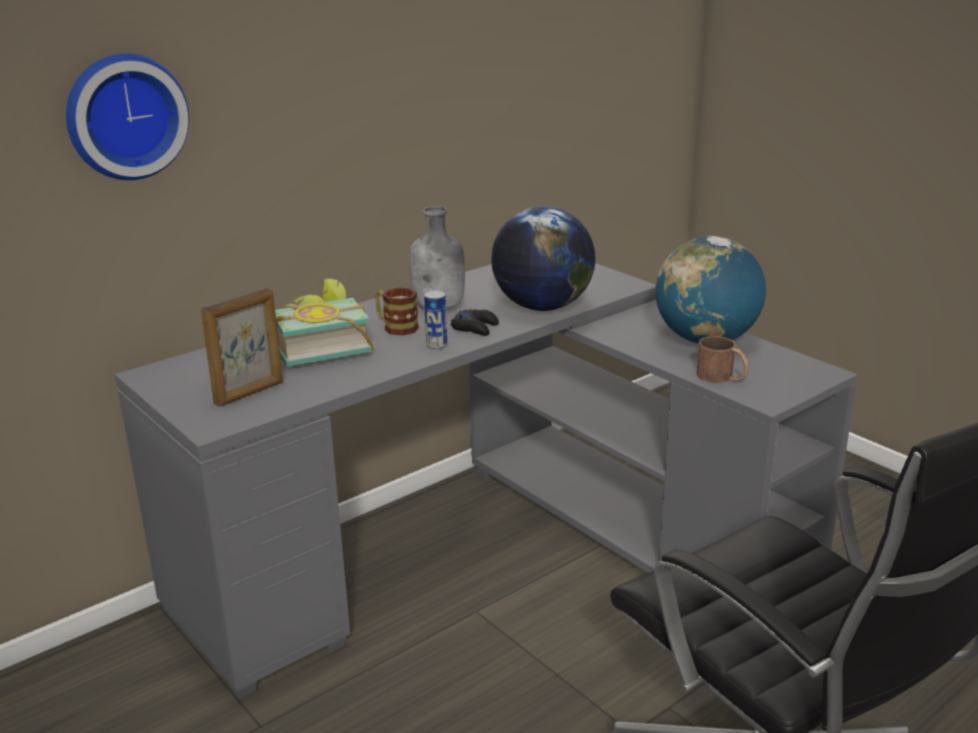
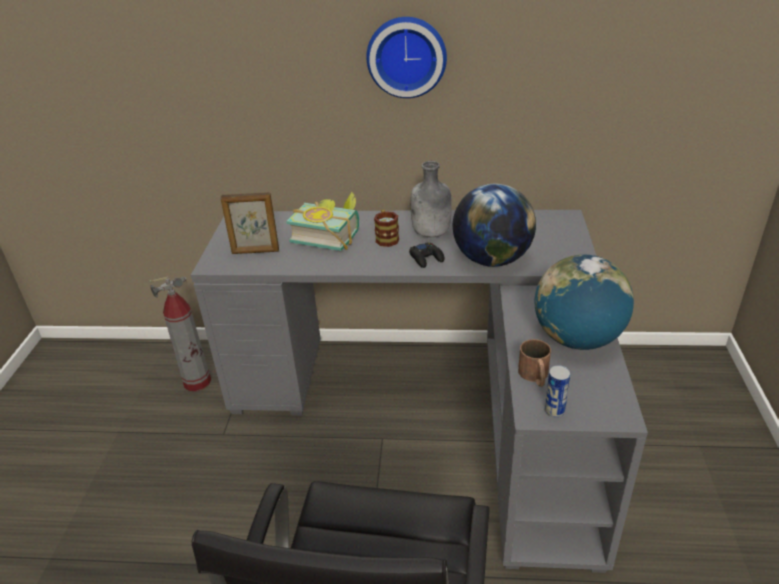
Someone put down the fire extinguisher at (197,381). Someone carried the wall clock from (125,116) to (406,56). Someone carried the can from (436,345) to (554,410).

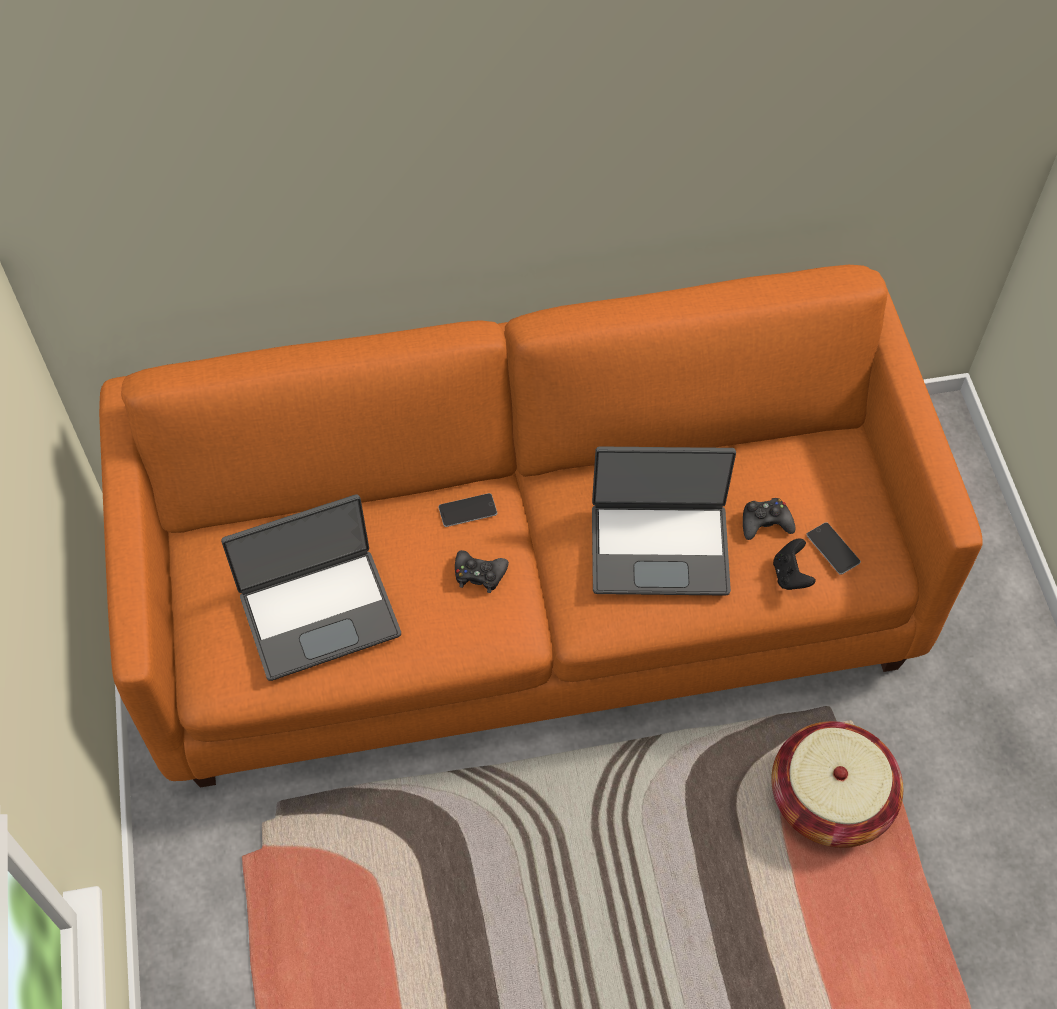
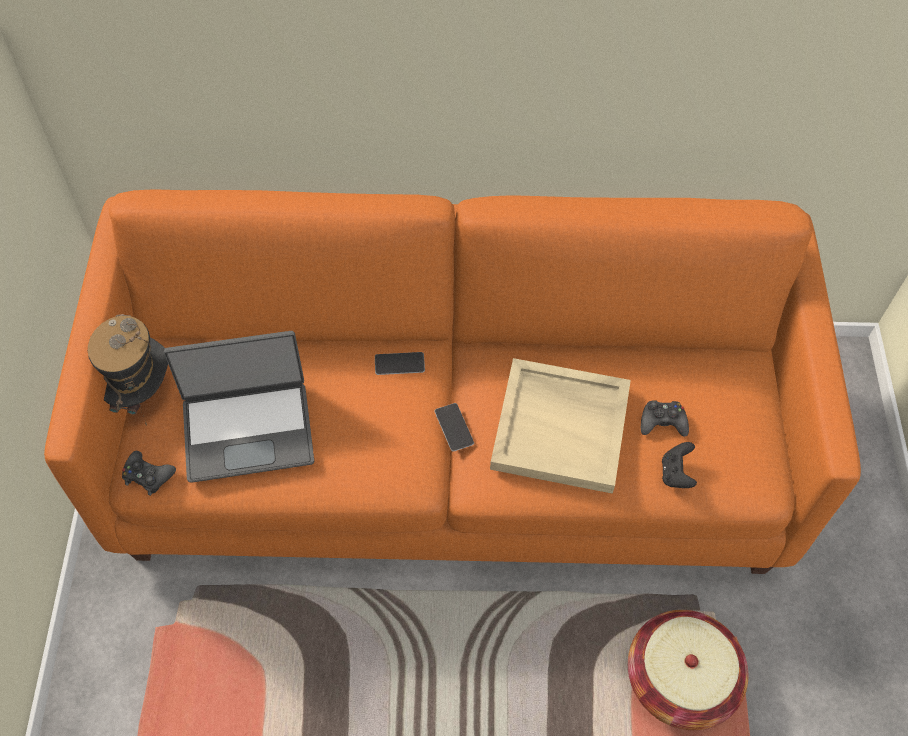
Someone put down the hat at (140,392). Someone carried the black game controller from (479,574) to (148,476). Someone carried the phone from (833,548) to (454,427). Someone swapped the laptop at (659,547) for the beige tray at (562,427).

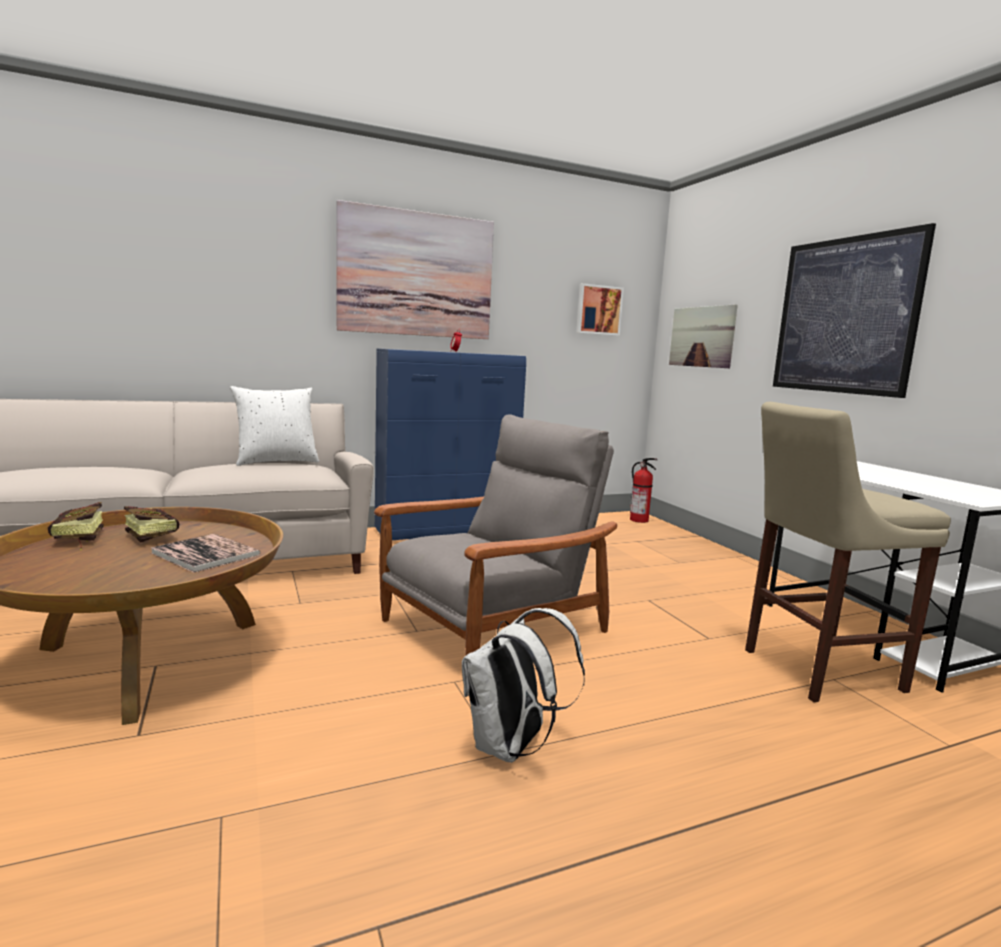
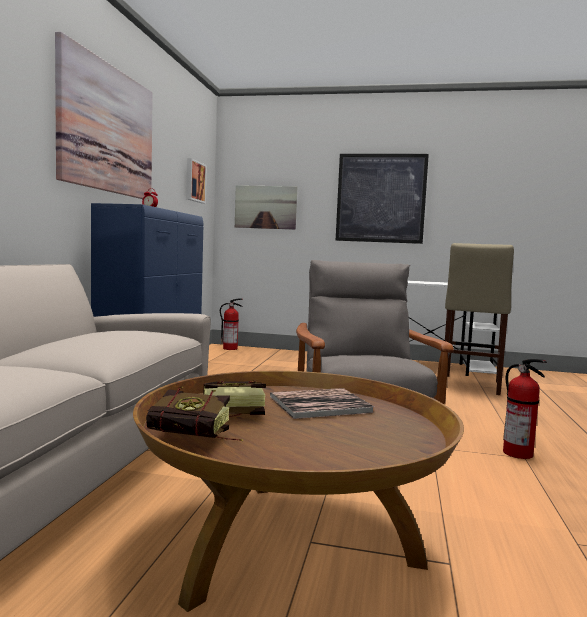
Someone took away the white pillow at (276,462). Someone swapped the white backpack at (511,747) for the fire extinguisher at (519,453).

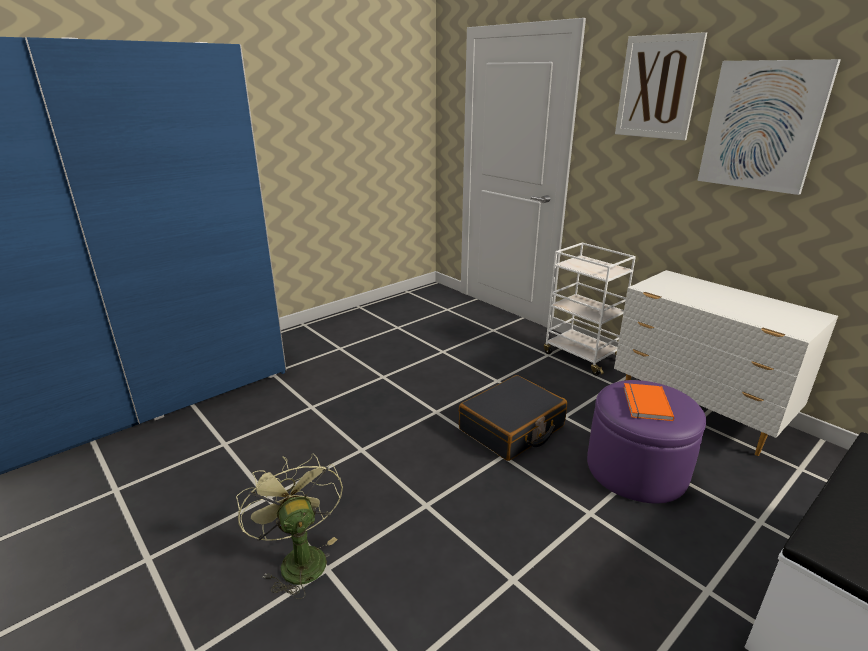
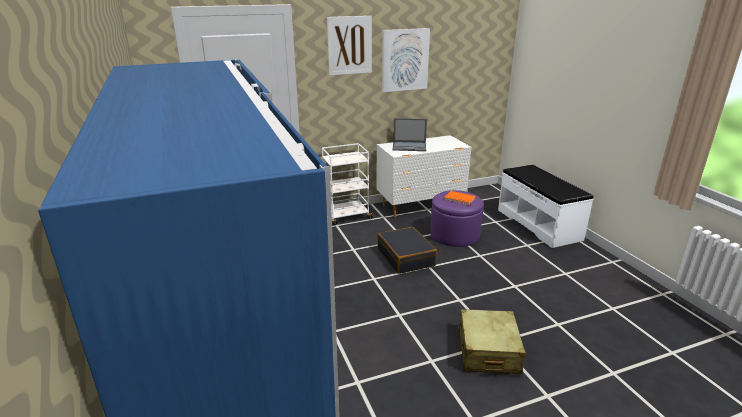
Someone put down the laptop at (409,146). Someone swapped the green fan at (298,558) for the beige suitcase at (488,351).

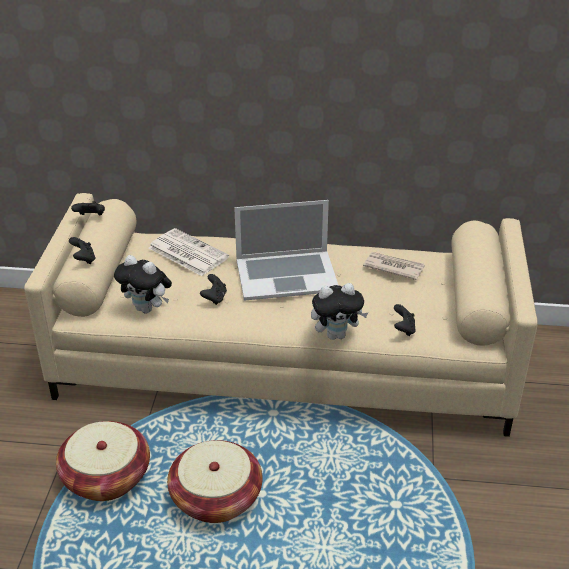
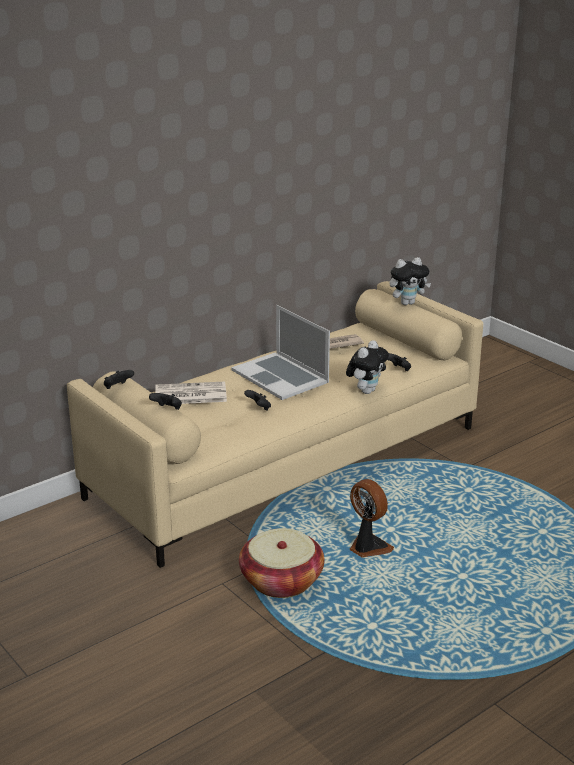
Someone carried the plush toy from (147,309) to (407,303). Someone swapped the basket at (216,498) for the fan at (368,547). Someone rotated the laptop at (286,275) by 105 degrees clockwise.

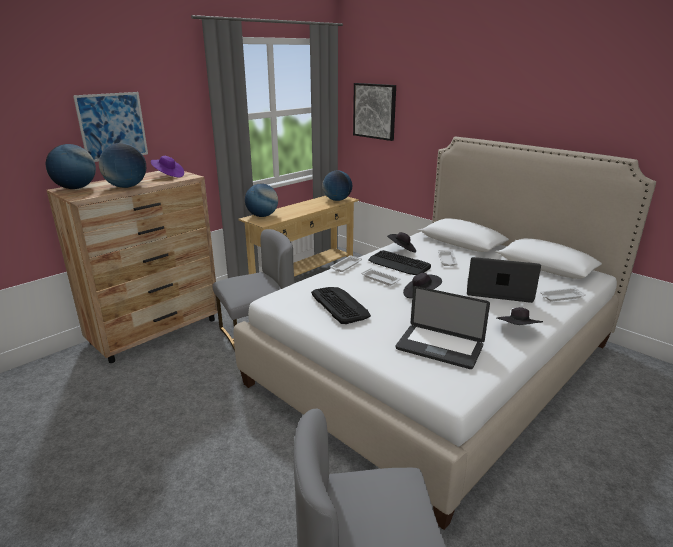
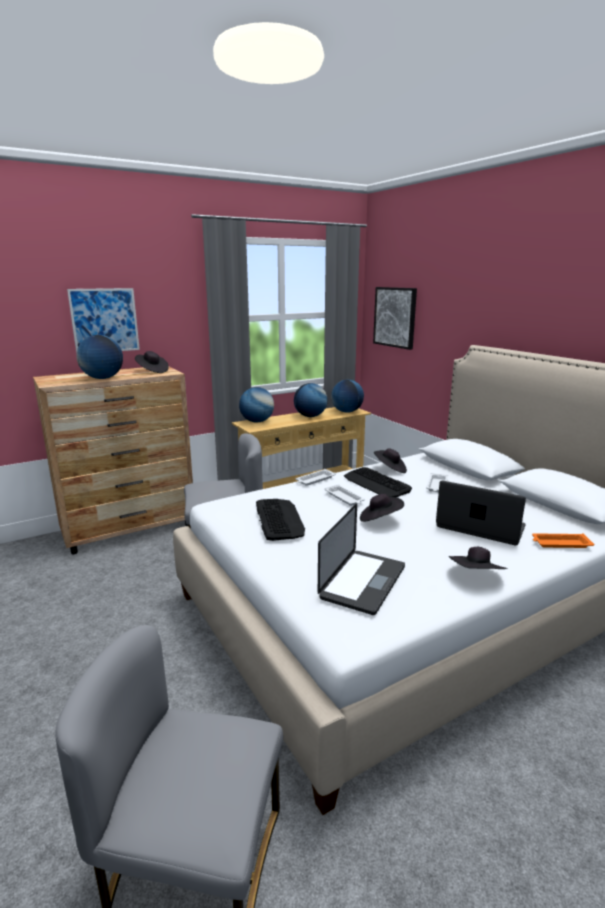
Someone carried the globe from (76,188) to (310,416). Someone repainted the purple hat at (168,175), which became the black hat at (152,371). Someone repainted the white tray at (561,297), which became the orange tray at (560,543). Someone rotated the laptop at (439,347) by 105 degrees counterclockwise.

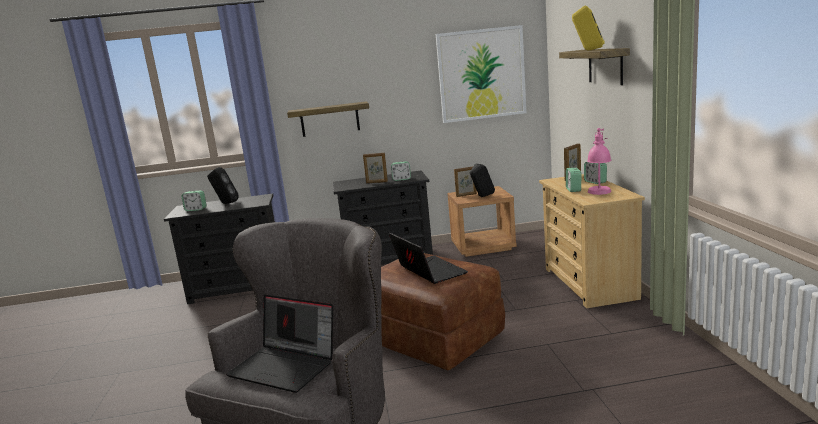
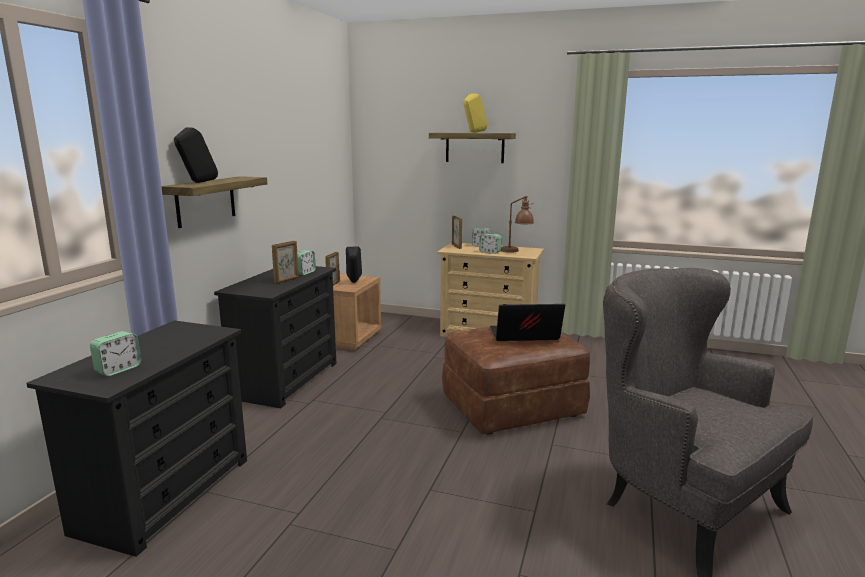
Someone took away the laptop at (286,366). Someone took away the picture at (481,74). Someone carried the black speaker from (225,203) to (197,182). Someone repainted the pink table lamp at (600,194), which became the brown table lamp at (516,251).

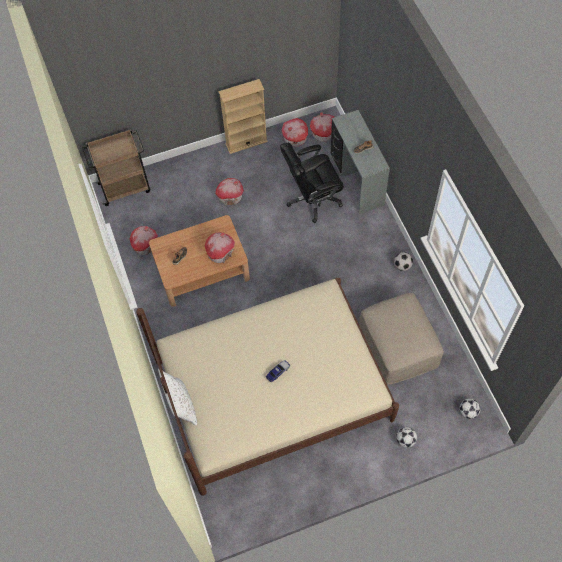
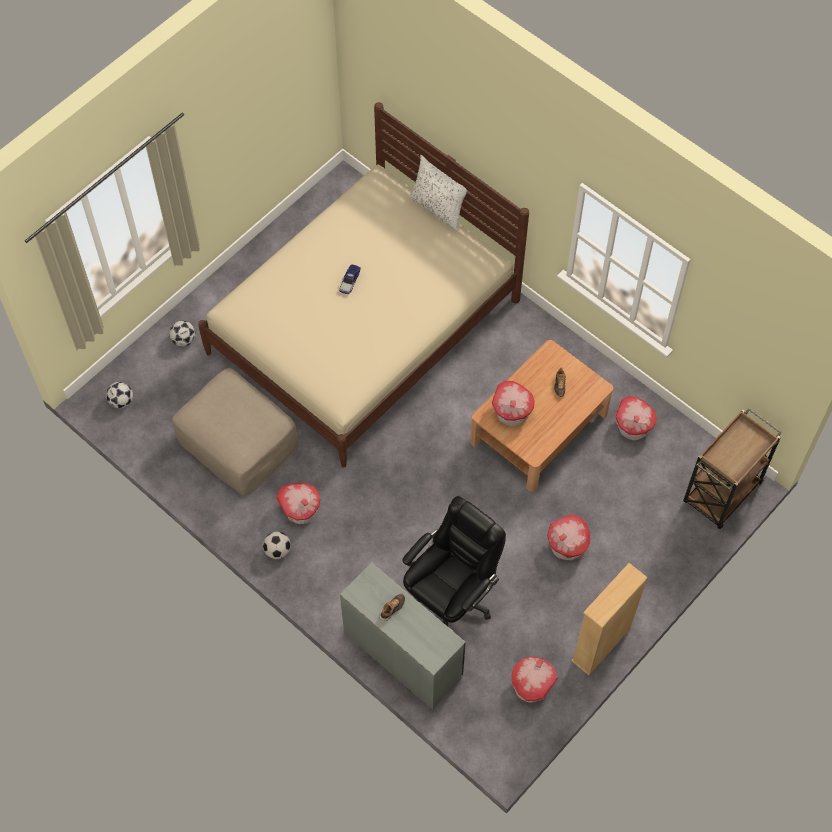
Someone carried the toy house from (323,133) to (300,510).

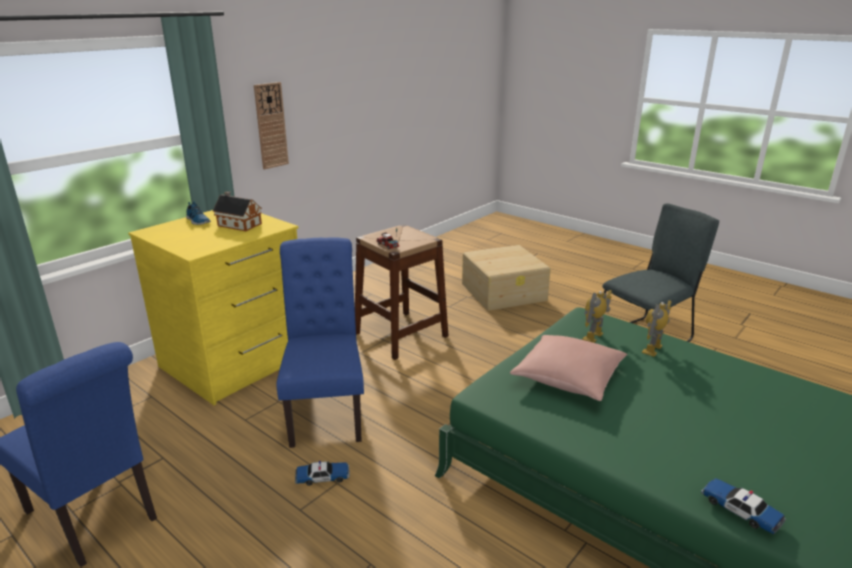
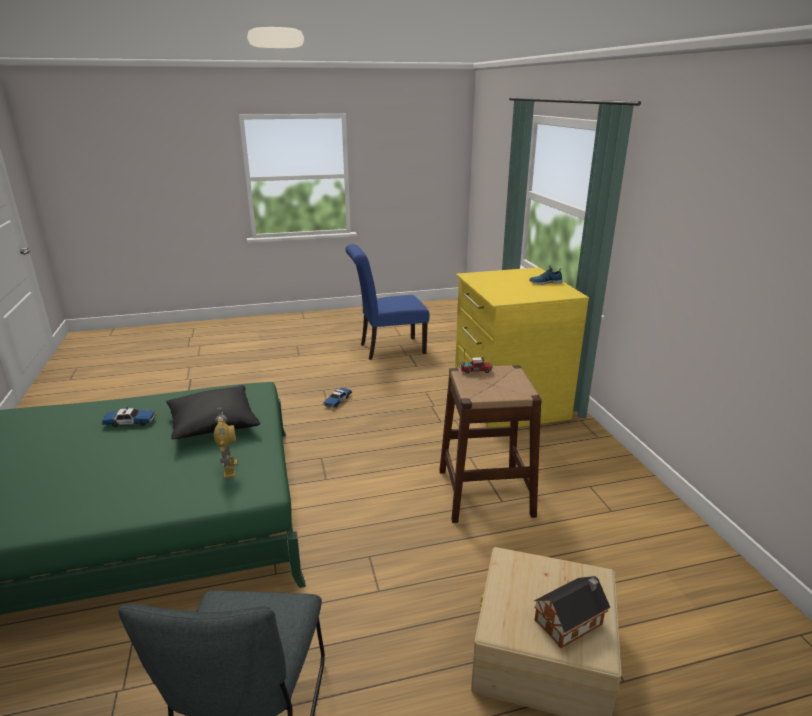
Someone took away the wall clock at (271,125). Someone took away the blue chair at (326,410). Someone took away the toy robot at (653,349). Someone carried the toy house from (238,224) to (571,621). Someone carried the toy car from (740,510) to (130,422). Someone repainted the pink pillow at (568,378), which became the black pillow at (213,424).

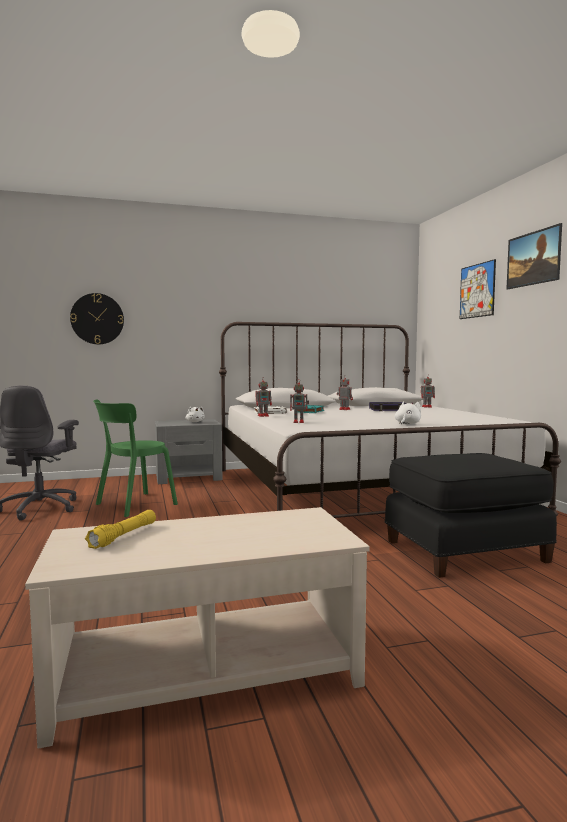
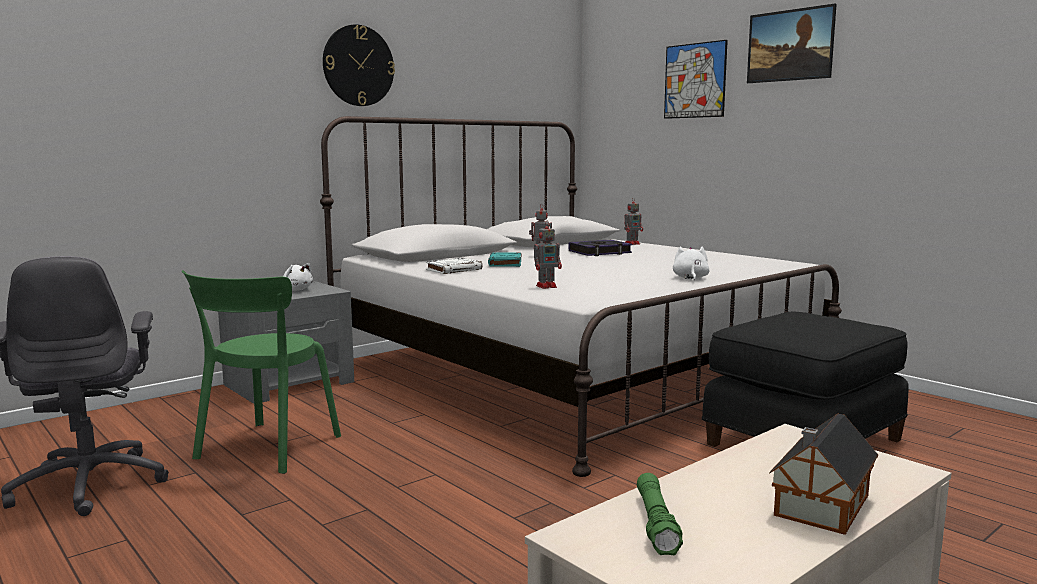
Someone took away the toy robot at (264,416). Someone put down the toy house at (819,506). Someone carried the wall clock from (97,319) to (358,66). Someone repainted the yellow flashlight at (124,536), which became the green flashlight at (656,523).

